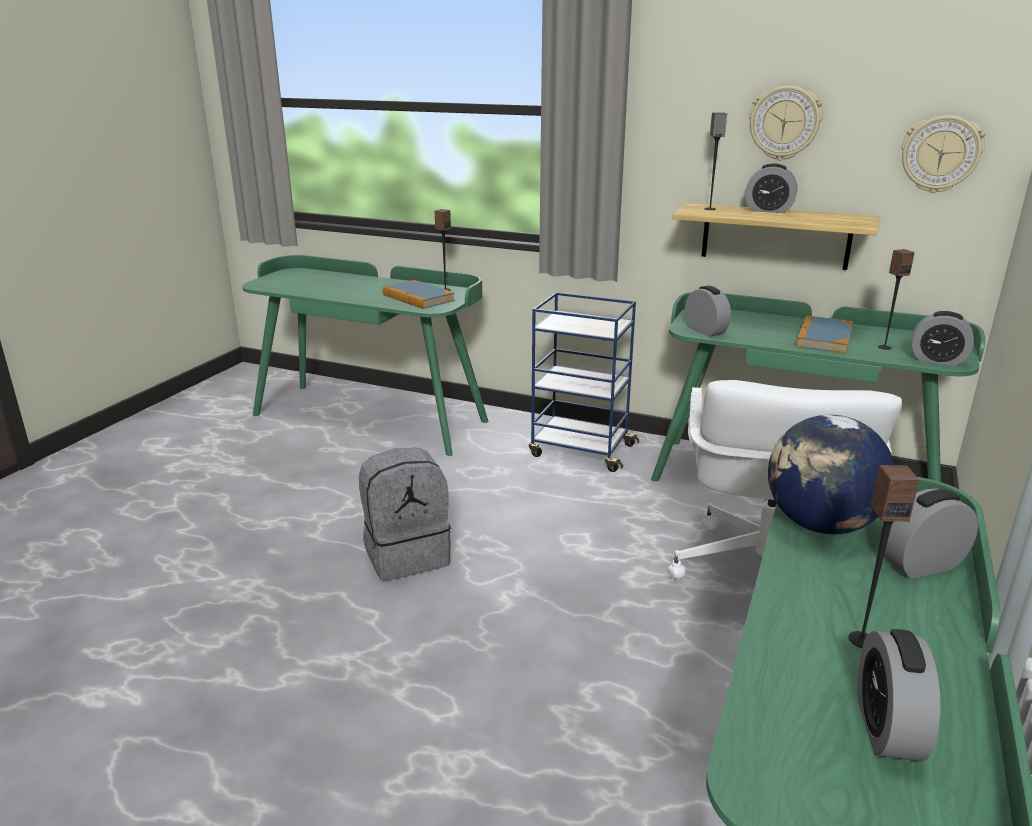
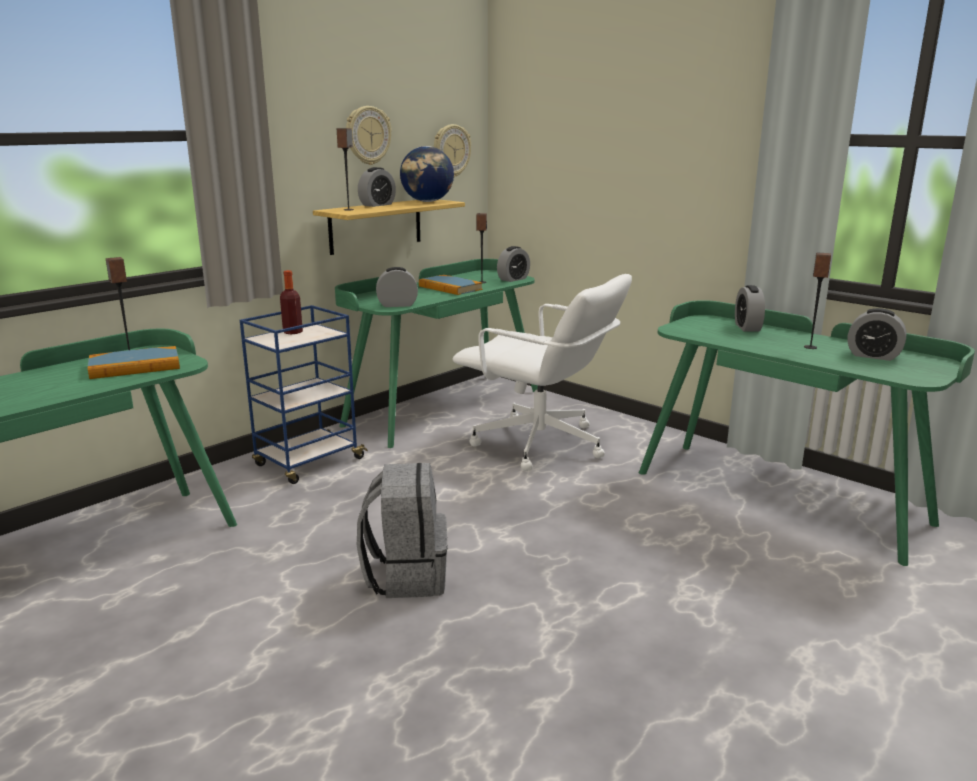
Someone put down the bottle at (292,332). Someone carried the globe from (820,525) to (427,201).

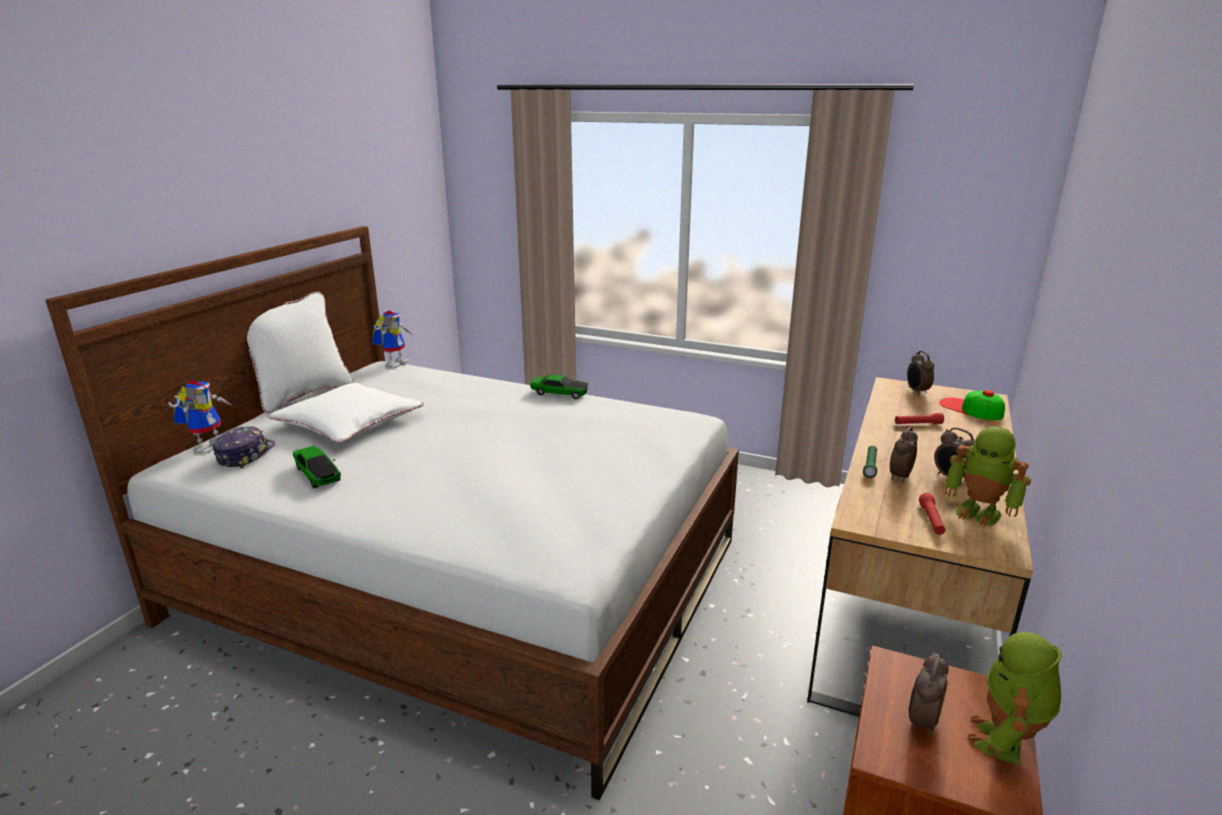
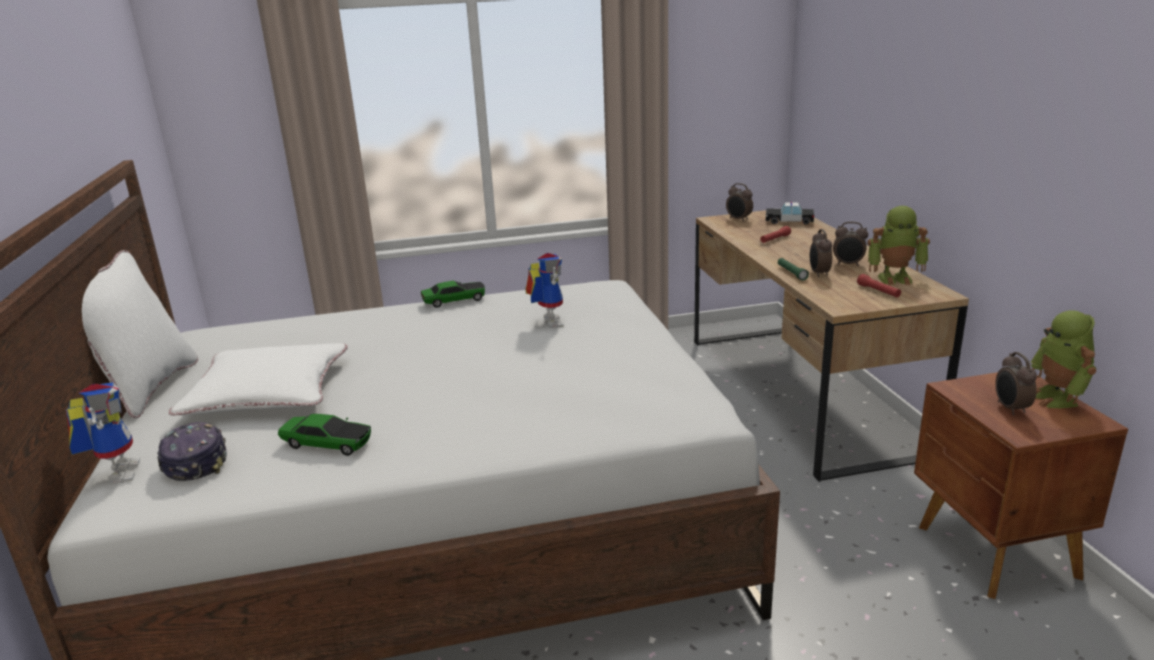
Someone carried the toy robot from (395,362) to (547,322). Someone swapped the cap at (970,409) for the toy car at (789,221).

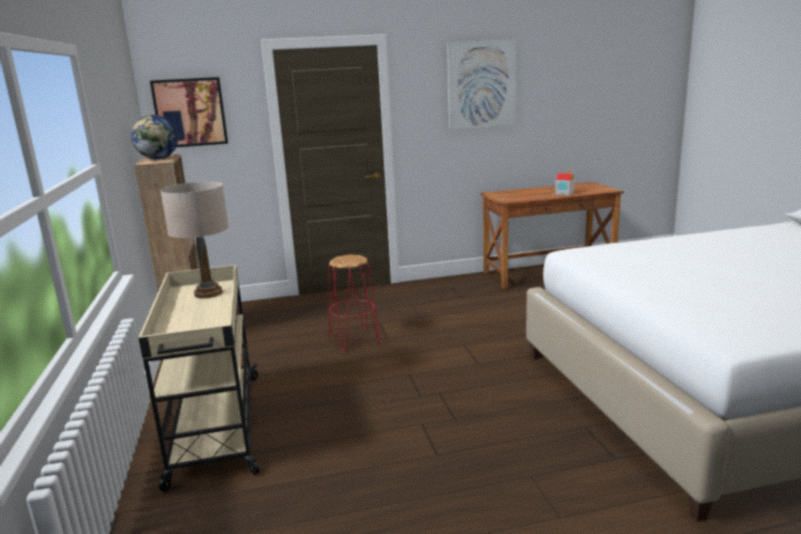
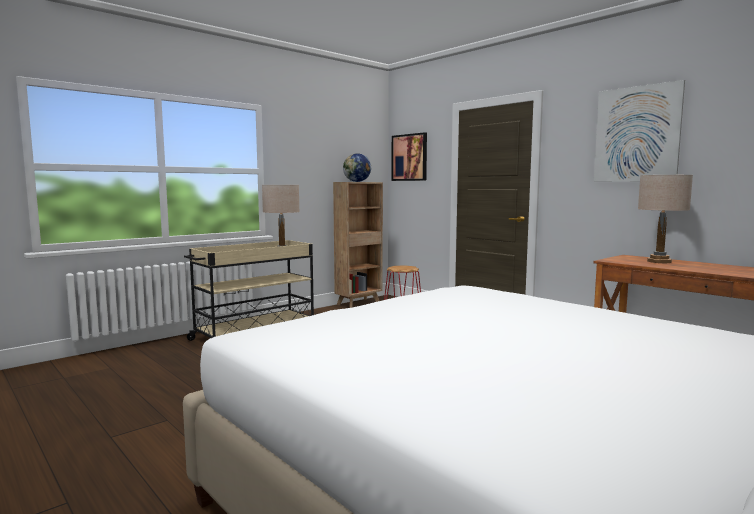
Someone took away the toy house at (564,193). Someone put down the beige table lamp at (659,261).

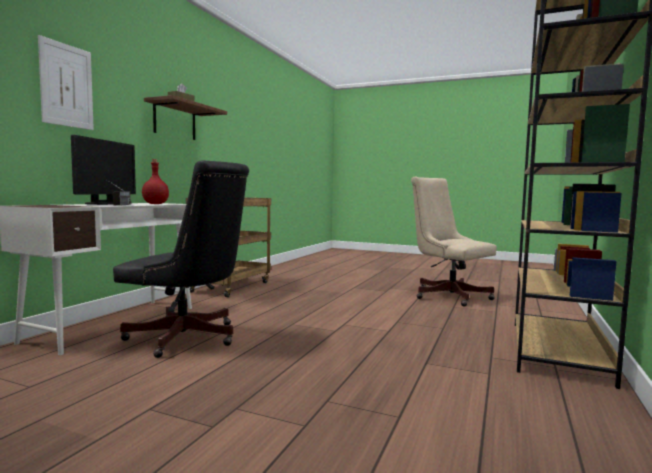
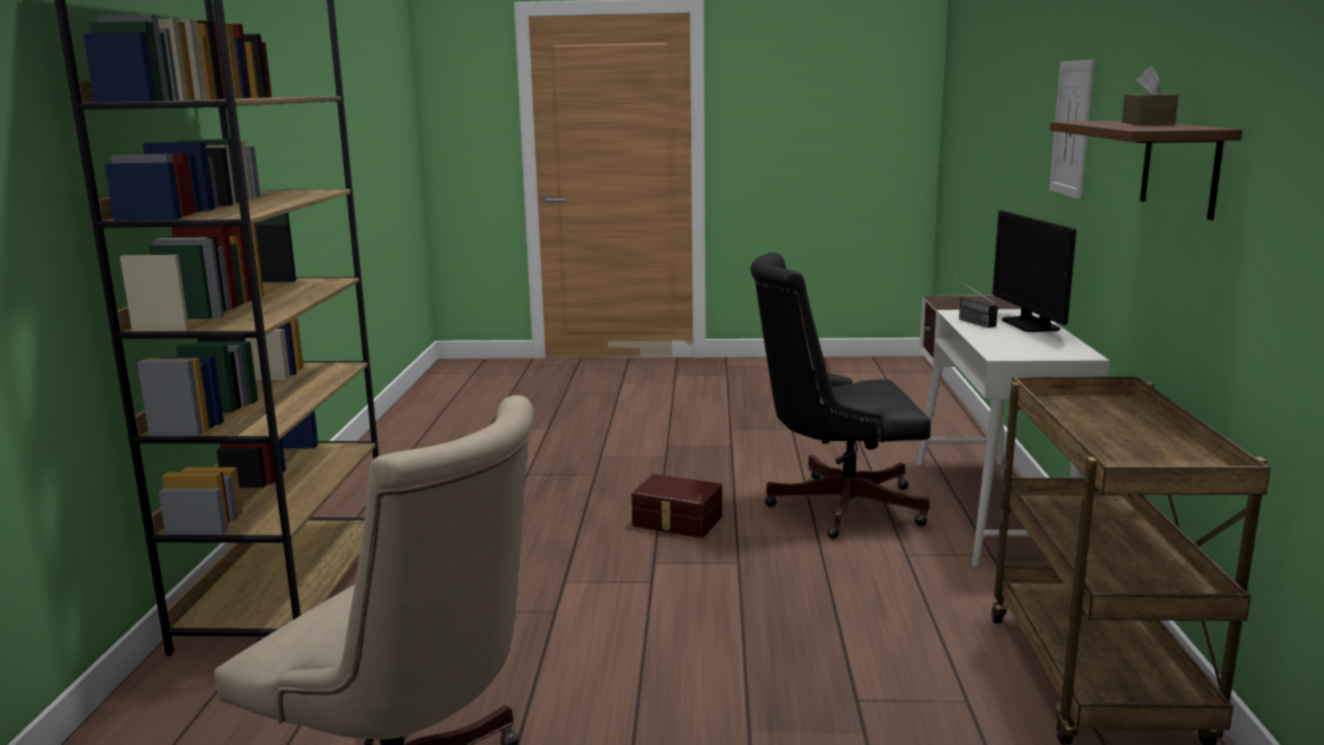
Someone took away the red bottle at (155,204). Someone put down the brown storage box at (676,522).

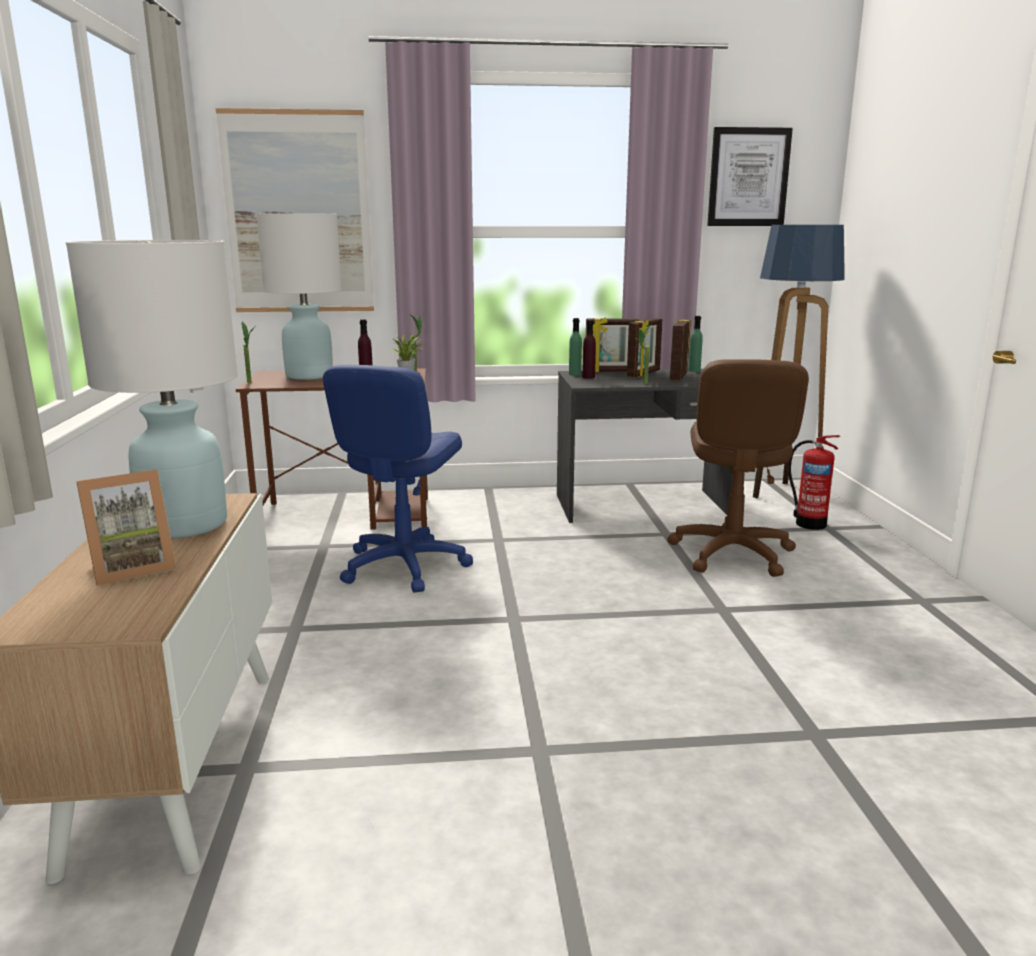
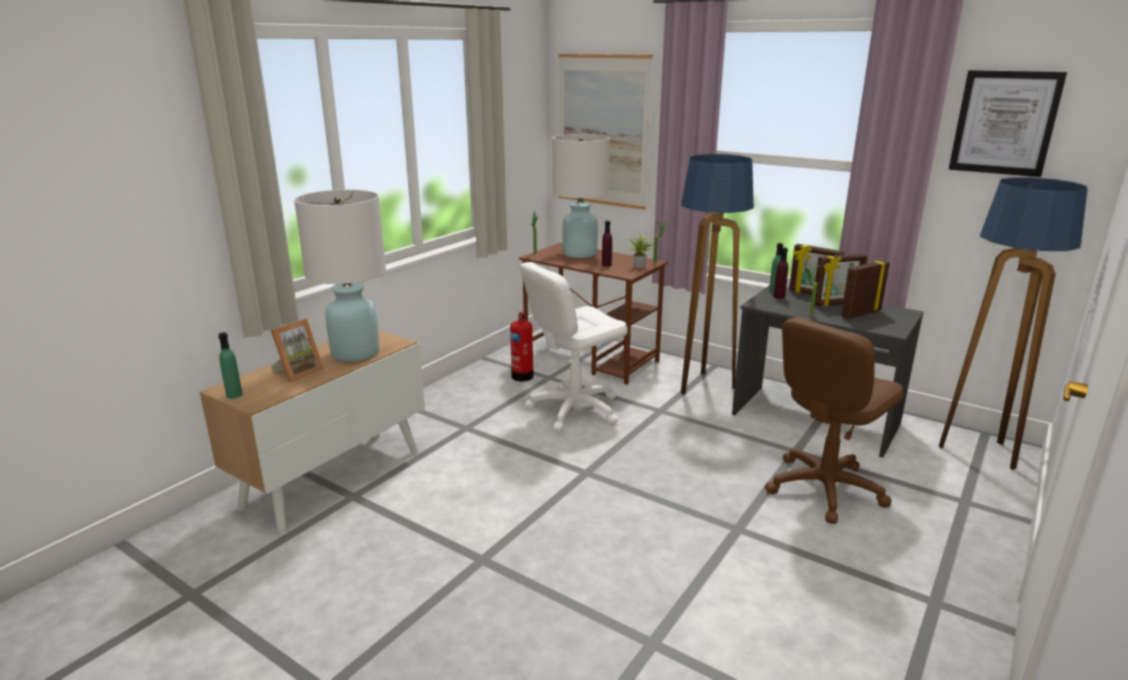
Someone put down the floor lamp at (702,386). Someone carried the green bottle from (694,370) to (234,395). Someone carried the fire extinguisher from (809,523) to (523,375). Someone repainted the blue office chair at (403,566), which became the white office chair at (574,409). Someone rotated the picture frame at (132,569) by 60 degrees counterclockwise.

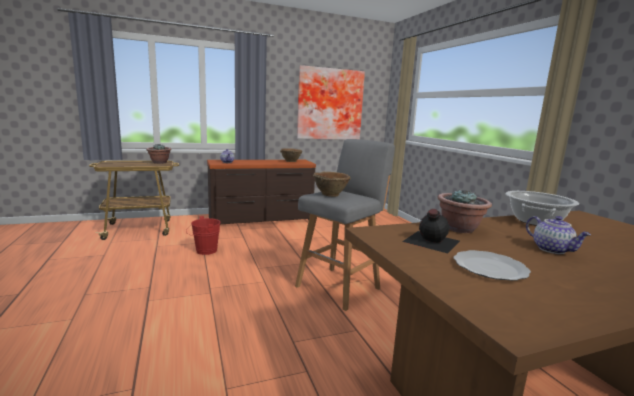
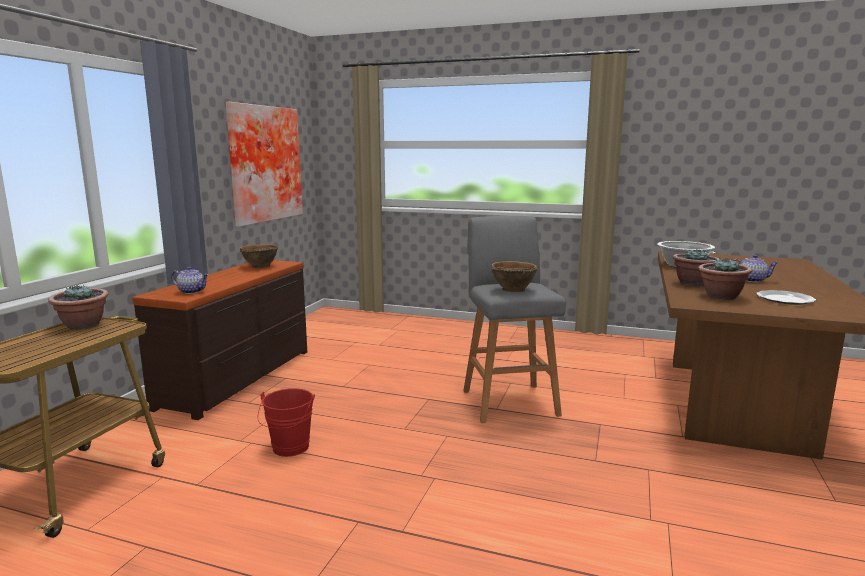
Someone swapped the black bottle at (430,241) for the potted plant at (721,296).

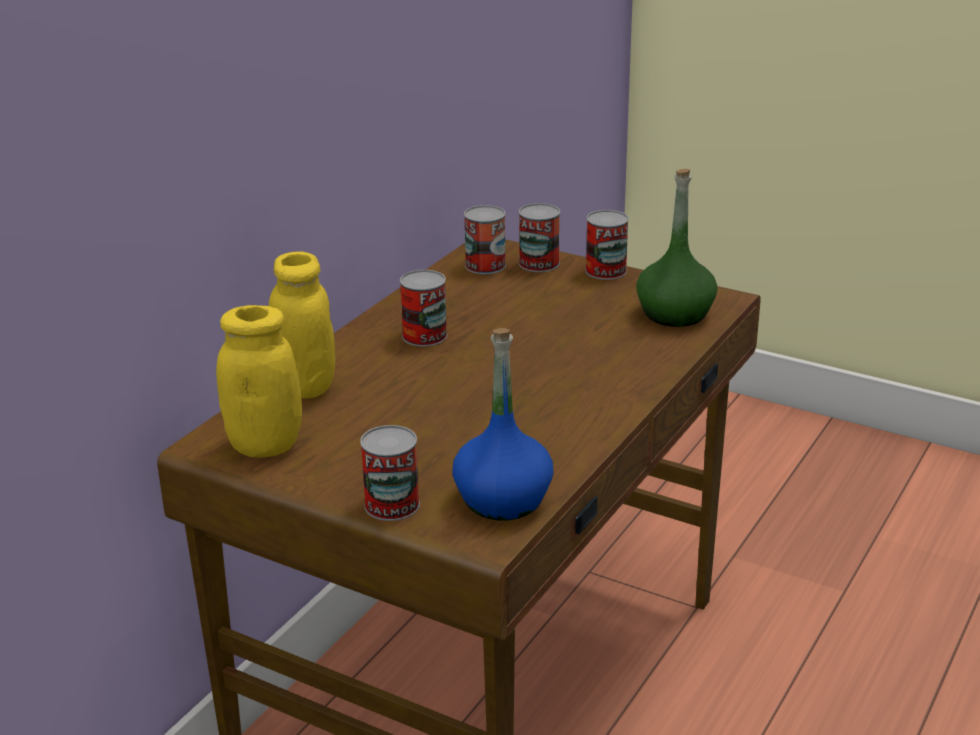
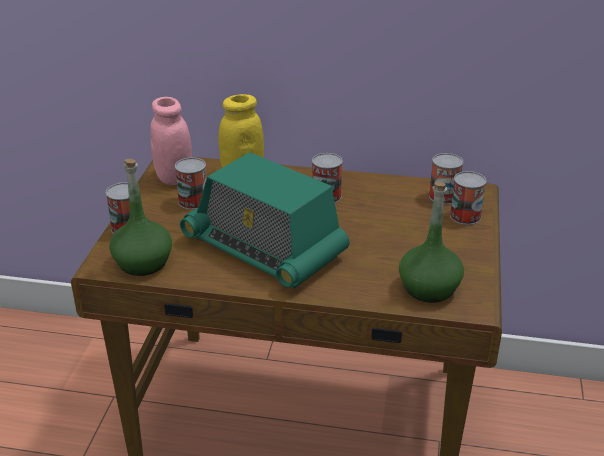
Someone put down the radio at (264,248). Someone carried the can from (606,271) to (193,201). Someone repainted the yellow jar at (265,445), which became the pink jar at (174,178). Someone repainted the blue bottle at (502,500), which became the green bottle at (143,262).

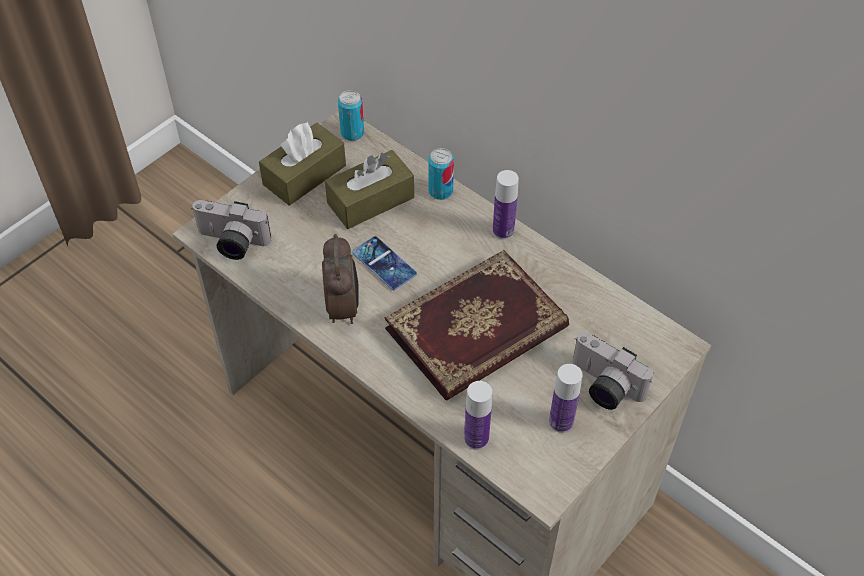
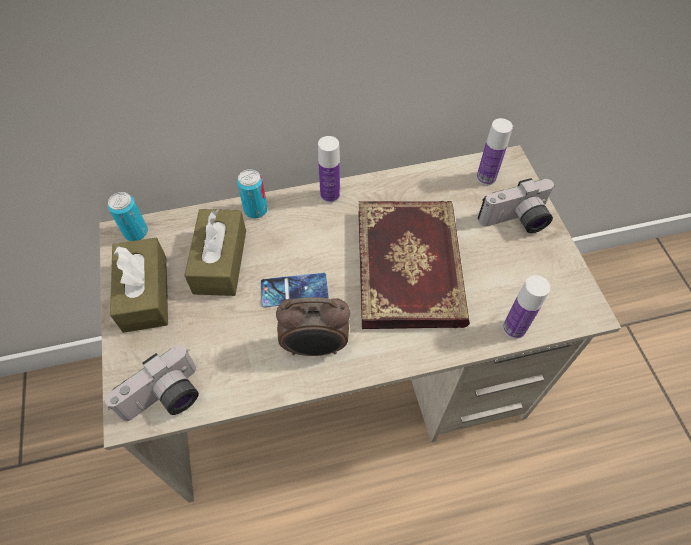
Someone carried the bottle from (561,422) to (486,178). Someone rotated the alarm clock at (343,307) by 150 degrees clockwise.

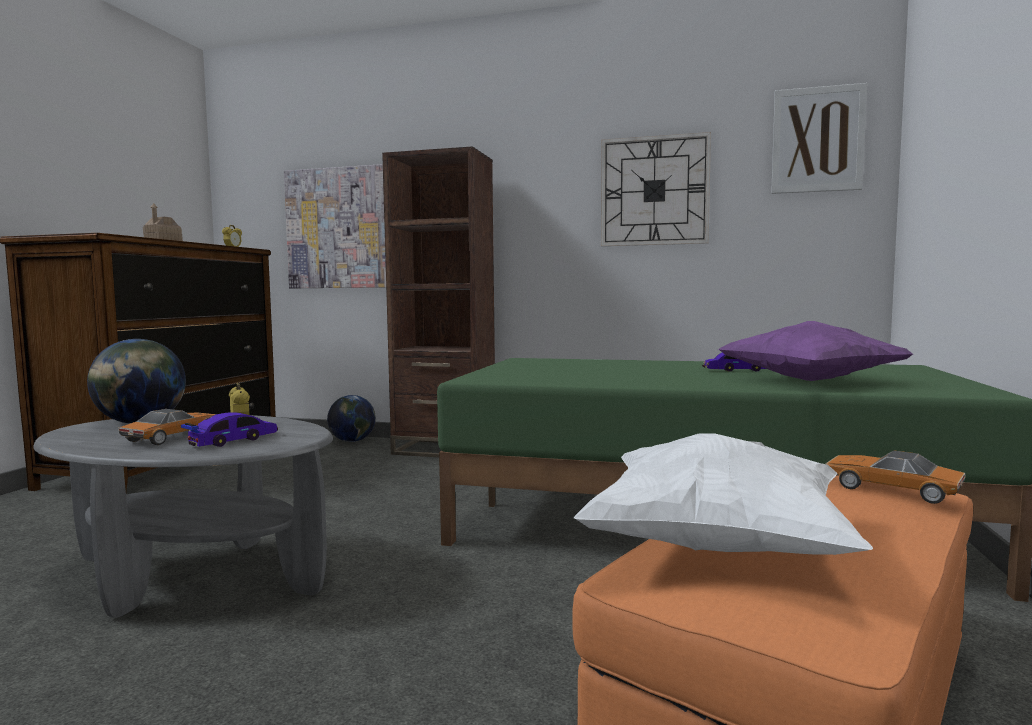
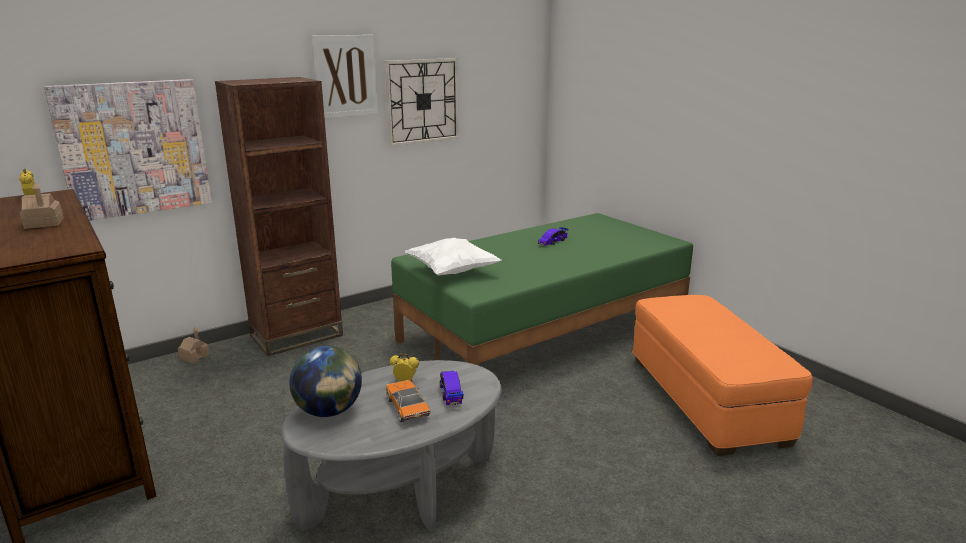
Someone took away the purple pillow at (810,381). Someone took away the toy car at (891,489). Someone carried the white pillow from (717,547) to (452,272). Someone carried the picture from (817,140) to (345,76). Someone swapped the globe at (352,441) for the toy house at (194,357).

